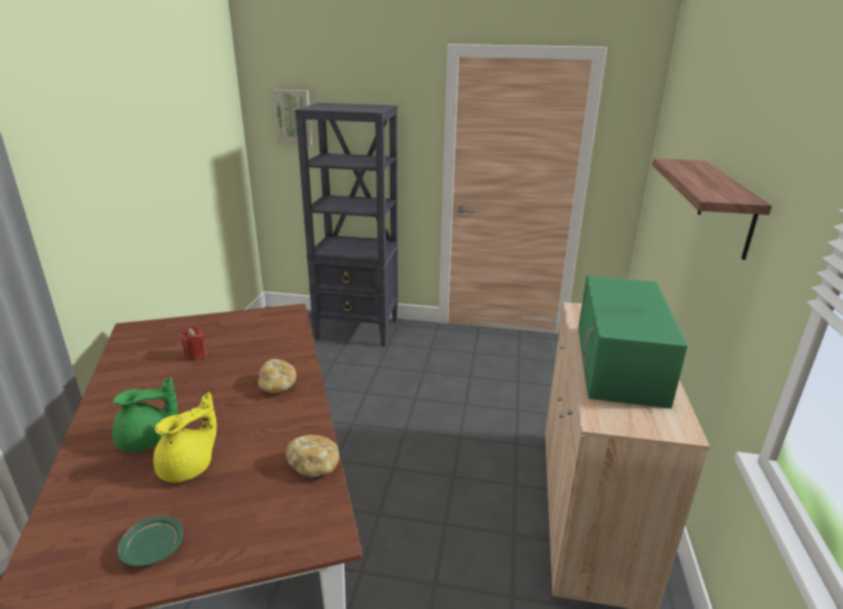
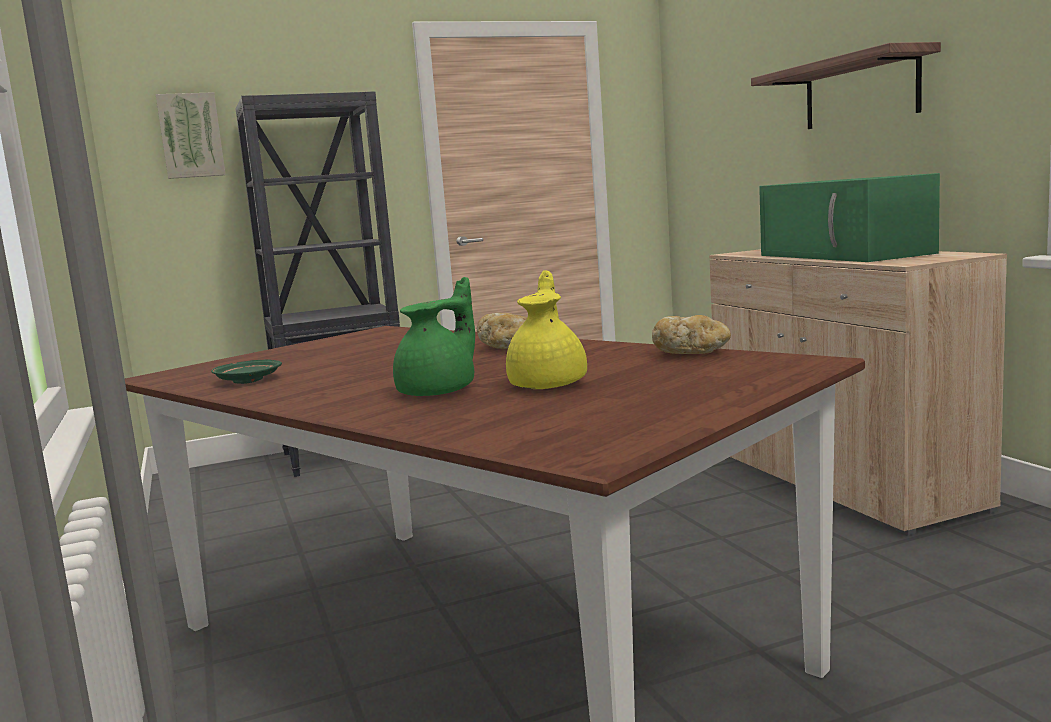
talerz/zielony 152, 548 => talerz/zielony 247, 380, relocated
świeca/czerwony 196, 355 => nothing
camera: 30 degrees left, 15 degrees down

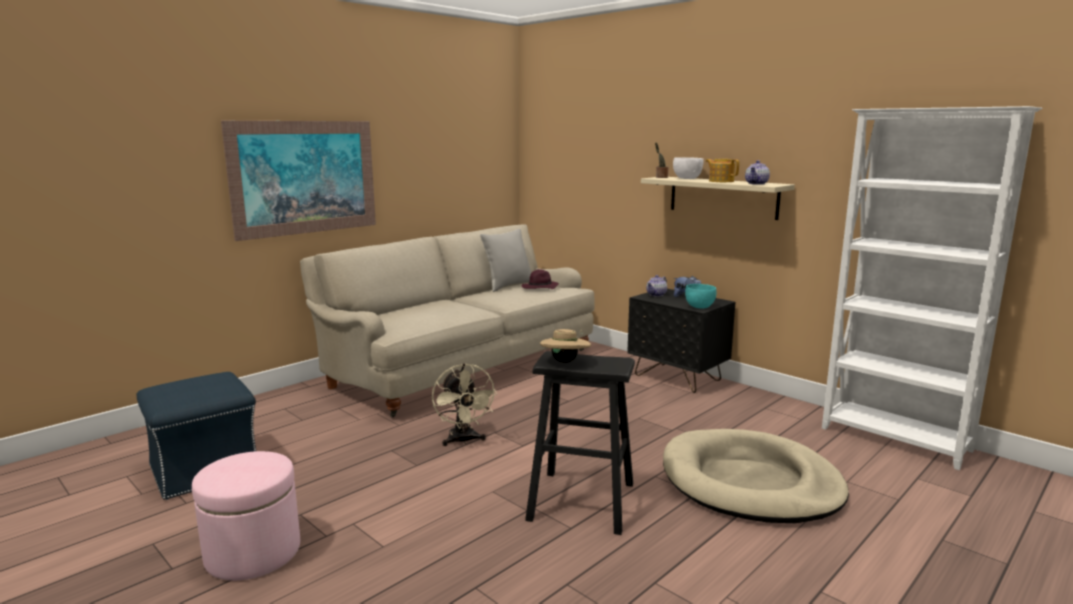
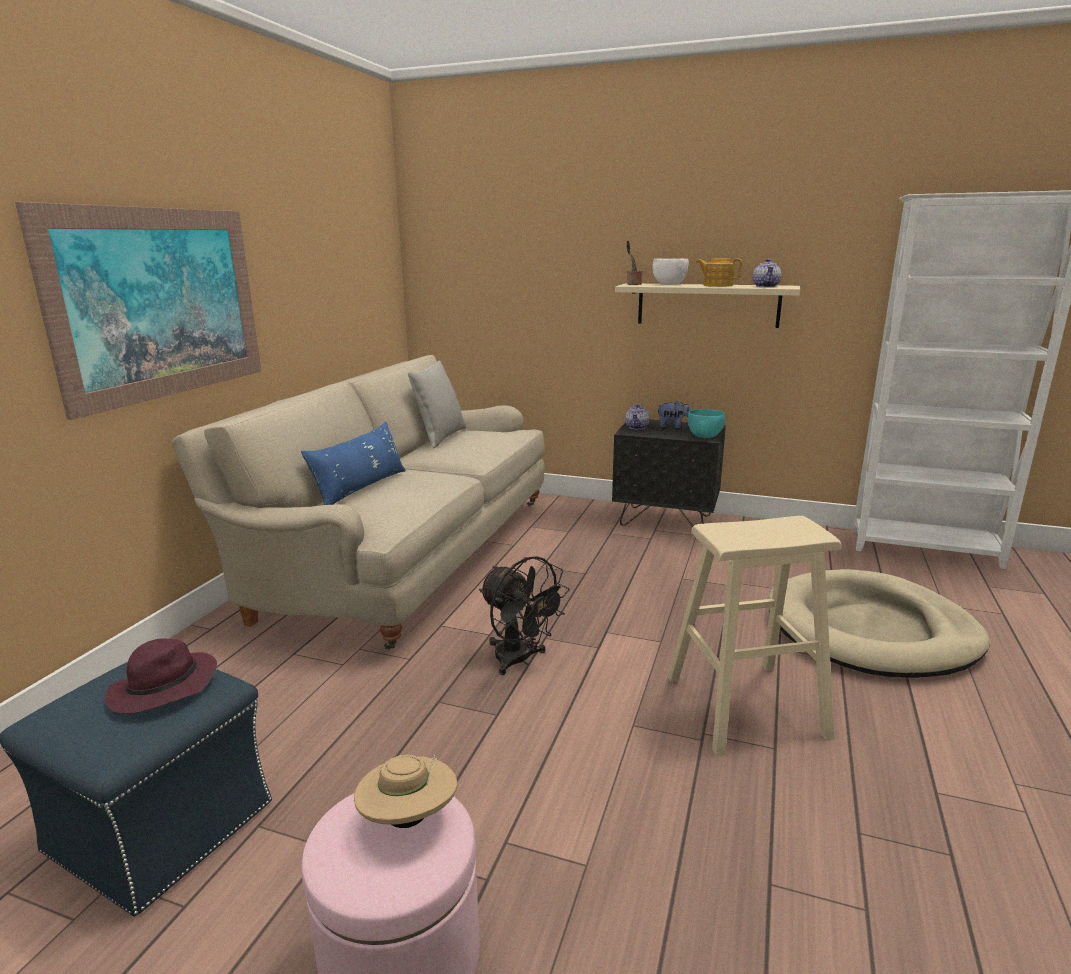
wentylator/beżowy 463, 441 => wentylator/czarny 520, 660
kapelusz/fioletowy 539, 288 => kapelusz/fioletowy 163, 689, relocated
stołek/czarny 582, 501 => stołek/beżowy 745, 706
kapelusz/beżowy 565, 361 => kapelusz/beżowy 409, 818, relocated
nothing => poduszka/niebieski 361, 488
camera: 25 degrees left, 5 degrees up

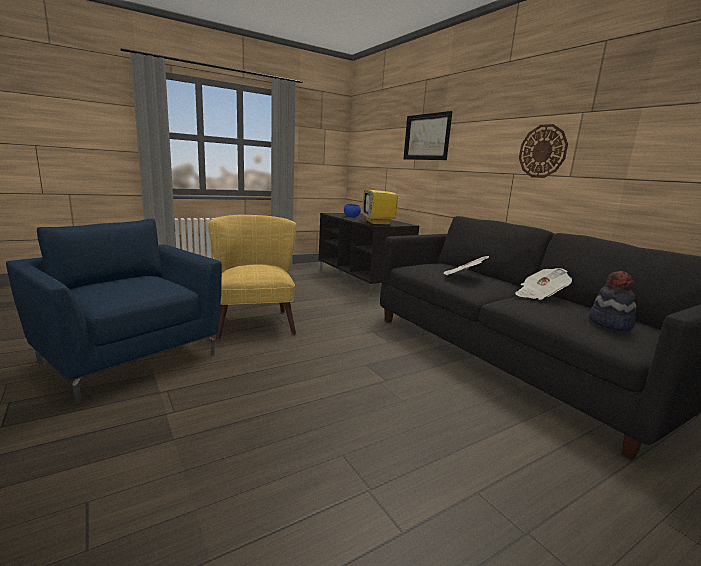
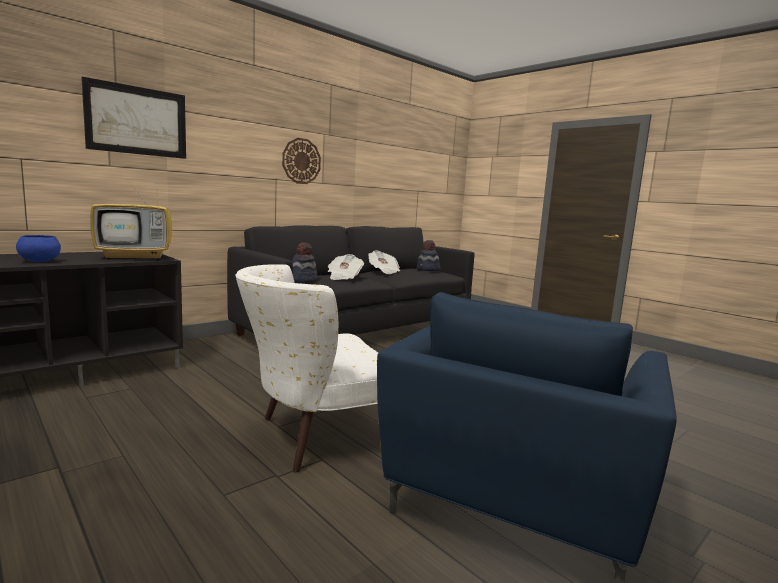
fotel/żółty 254, 320 => fotel/biały 314, 436
nothing => kapelusz 302, 280
camera: 100 degrees left, 5 degrees down

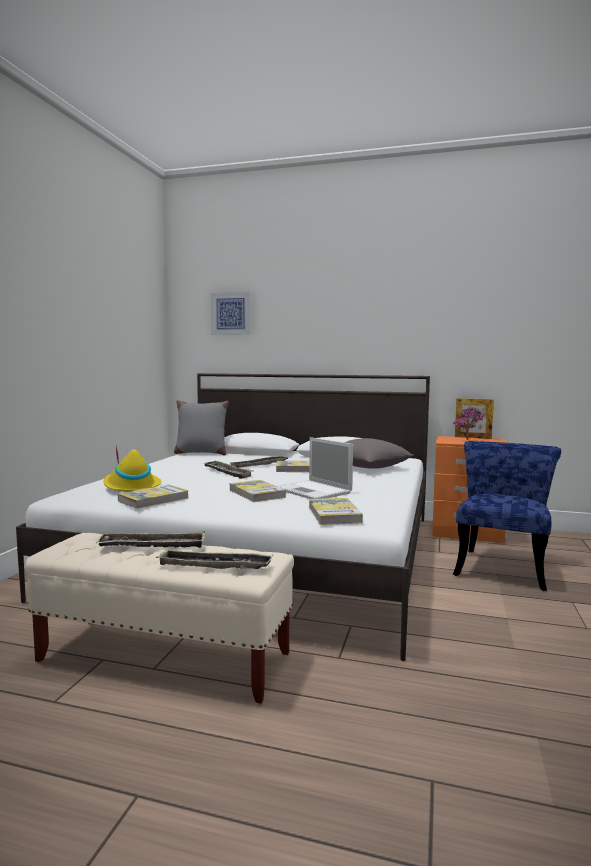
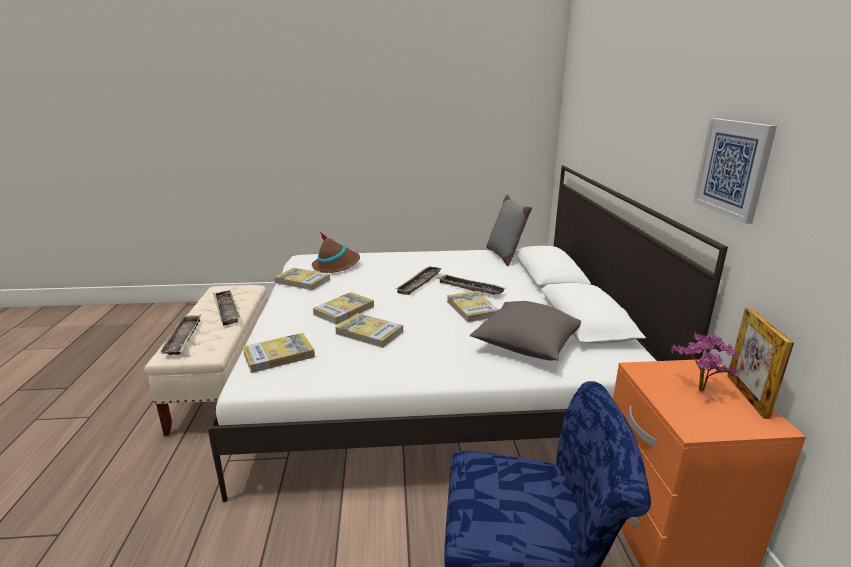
kapelusz/żółty 131, 486 => kapelusz/brązowy 336, 265
obraz 231, 313 => obraz 733, 168, relocated
laptop 314, 491 => książka 369, 333
camera: 70 degrees right, 15 degrees up

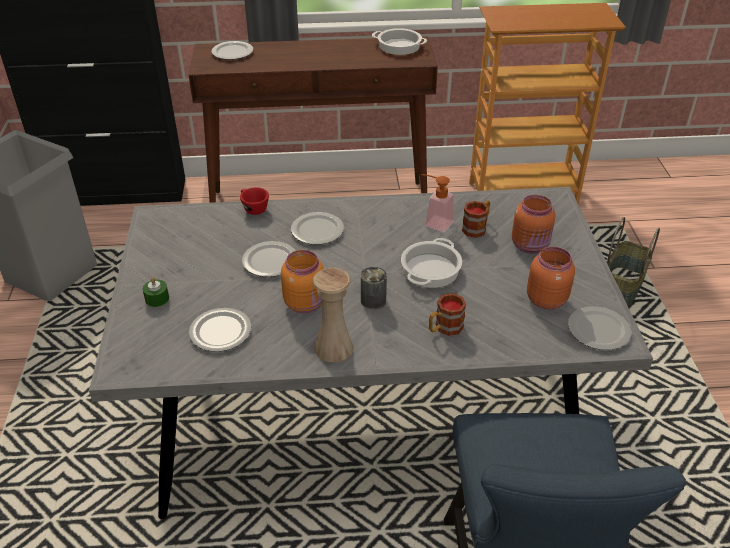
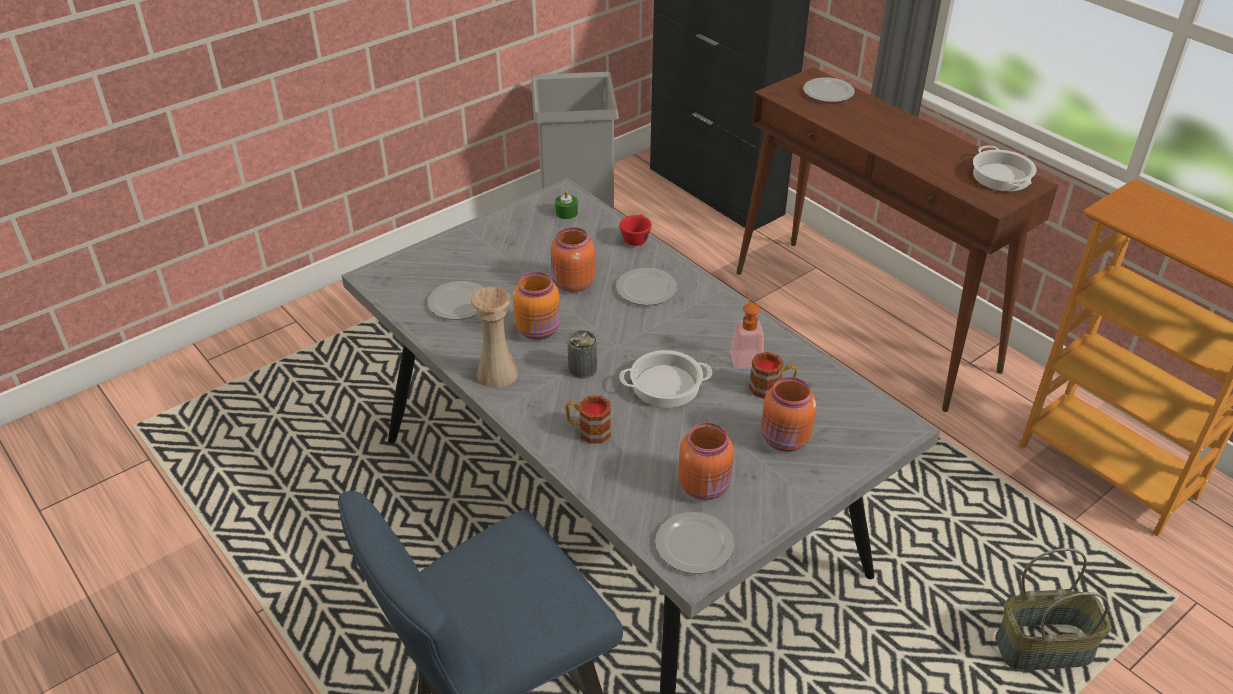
świeca/zielony 157, 299 => świeca/zielony 566, 213, relocated
talerz 270, 262 => słoik/pomarańczowy 572, 284
camera: 55 degrees right, 0 degrees up

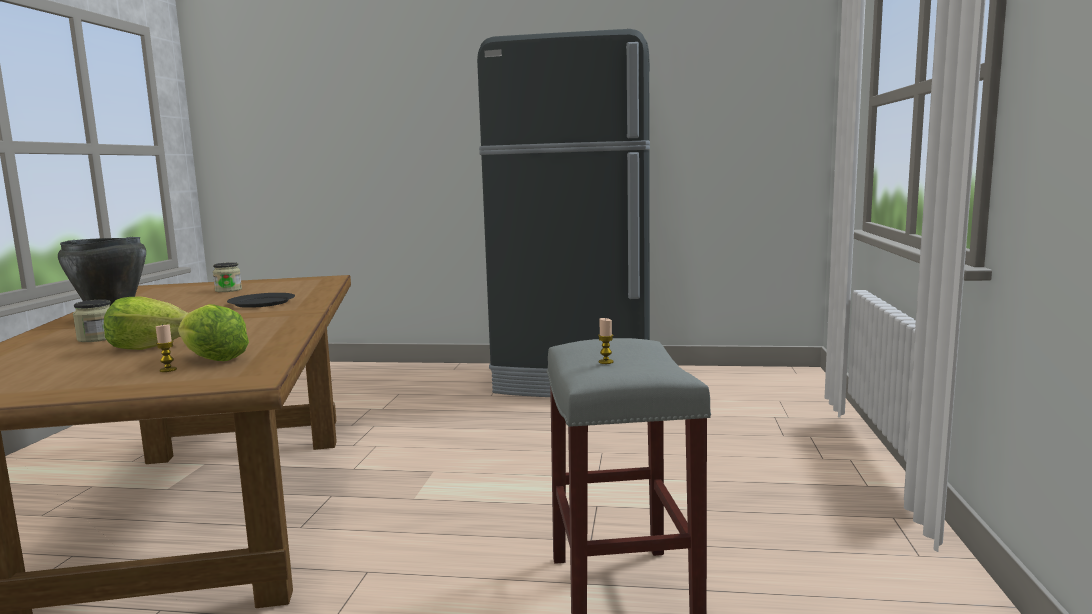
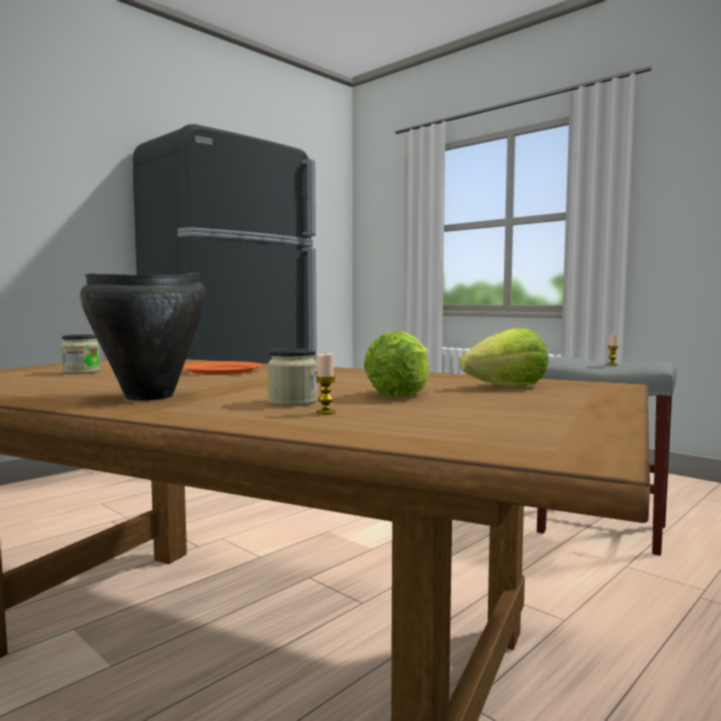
świeca 168, 370 => świeca 325, 412, relocated
talerz/czarny 261, 303 => talerz/pomarańczowy 222, 371
camera: 55 degrees left, 5 degrees down

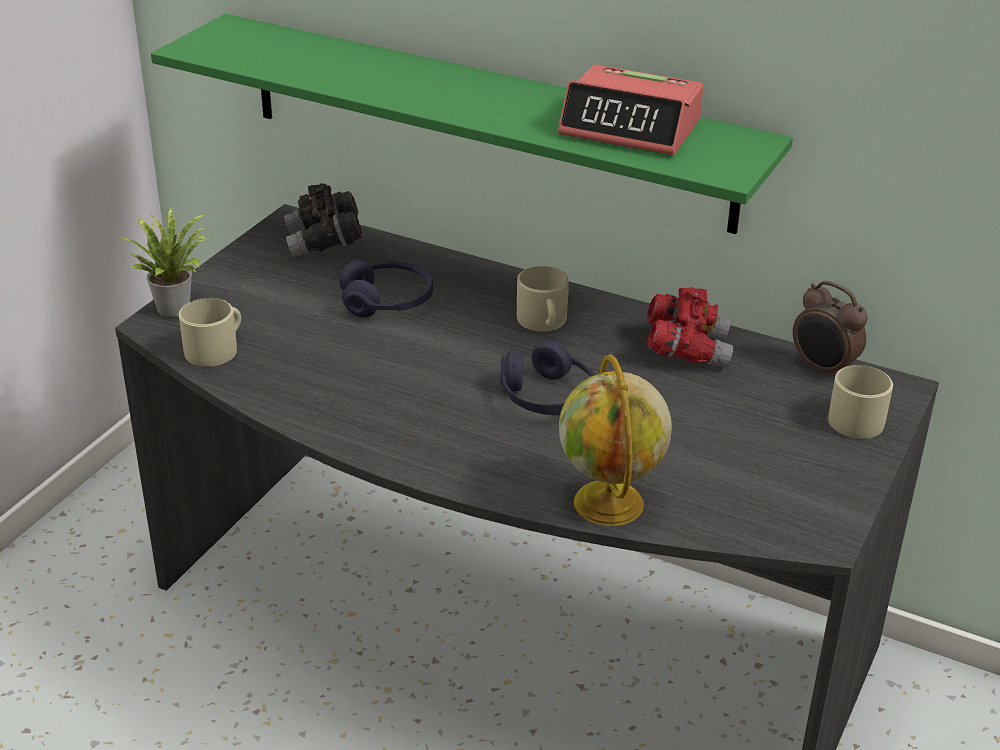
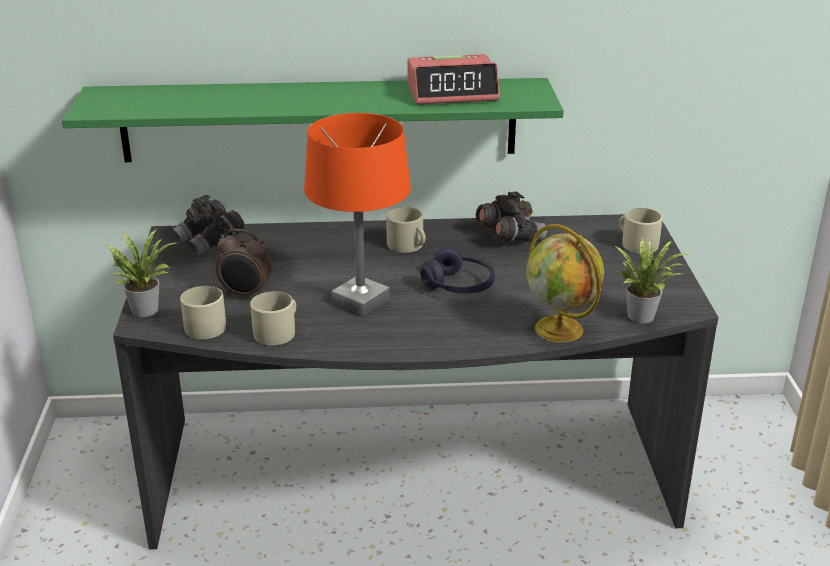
słuchawki/fioletowy 387, 301 => nothing
lornetka/czerwony 686, 350 => lornetka/szary 509, 236
budzik 822, 369 => budzik 245, 295, relocated
nothing => kubek/beżowy 278, 331
nothing => lampa stołowa/pomarańczowy 361, 302
nothing => roślina doniczkowa 643, 315
camera: 30 degrees left, 5 degrees down

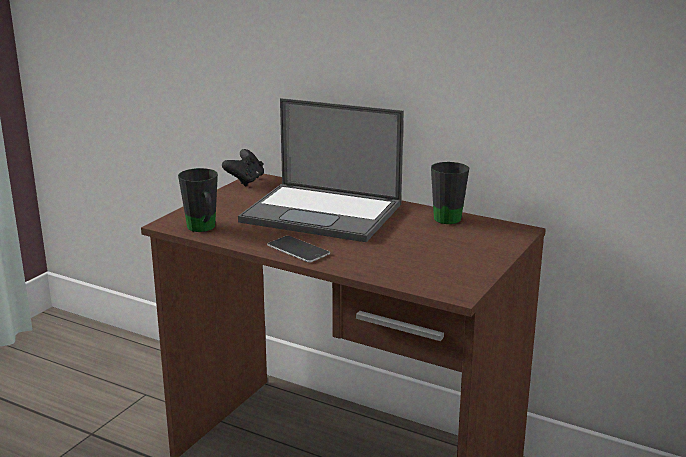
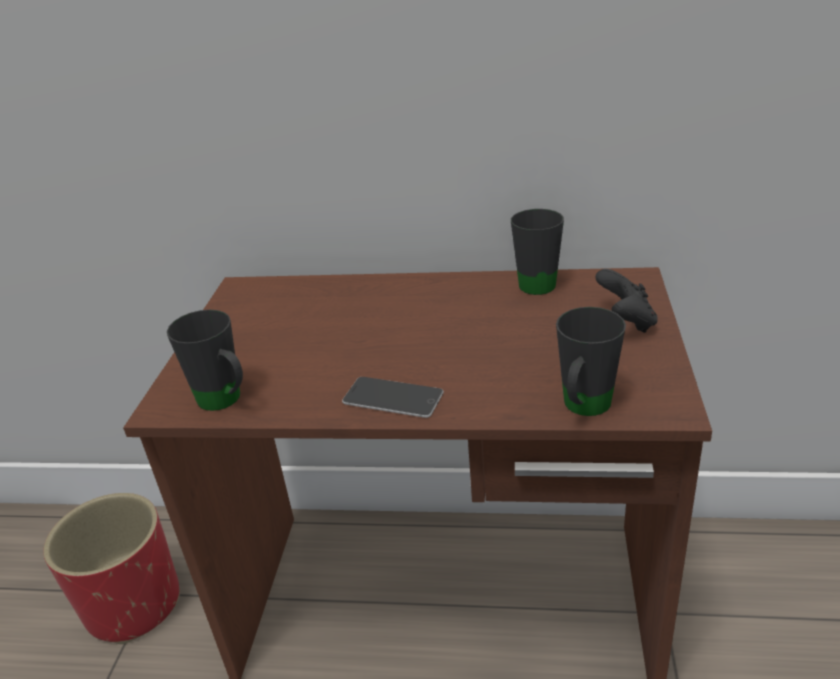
pad do gier/czarny 245, 181 => pad do gier/czarny 626, 322, relocated
laptop 324, 213 => nothing
nothing => donica/czerwony 132, 605
nothing => kubek/czarny 583, 409
camera: 20 degrees left, 10 degrees up

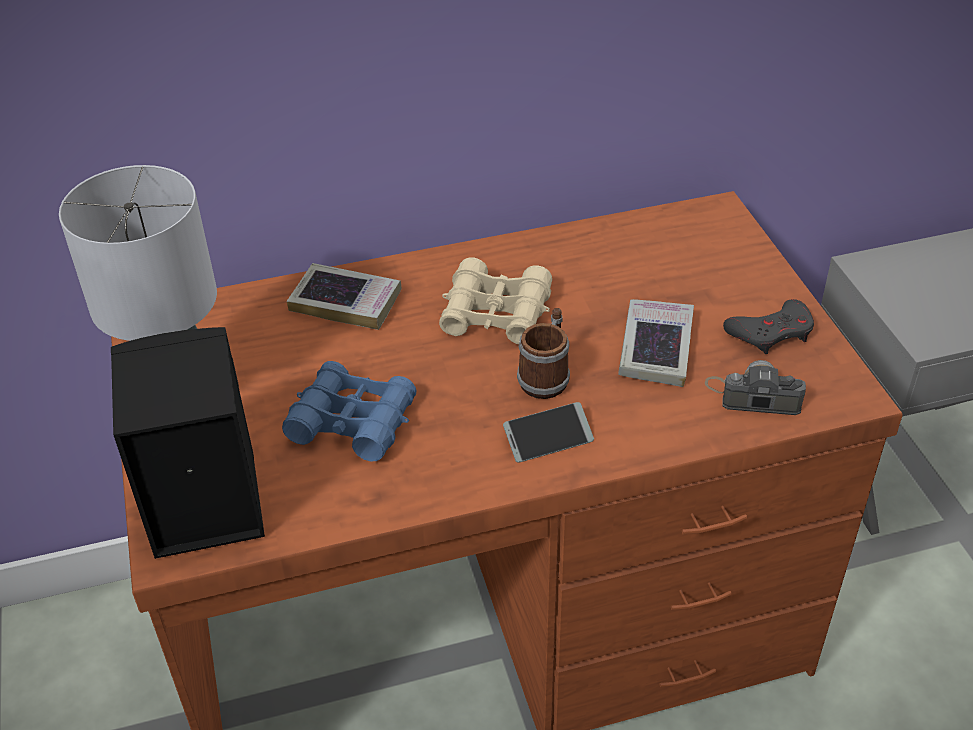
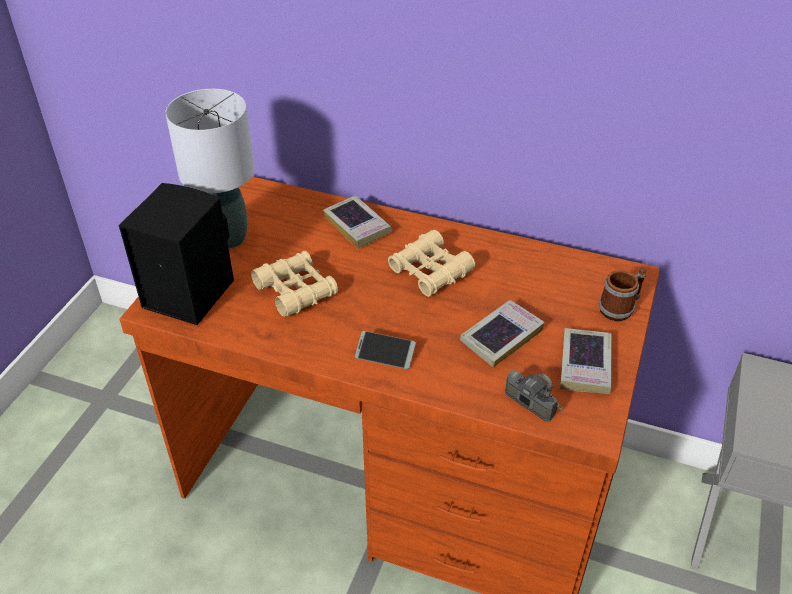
lornetka/niebieski 352, 421 => lornetka/beżowy 295, 290
kubek 546, 376 => kubek 620, 308, relocated
pad do gier/szary 771, 332 => książka 585, 365
camera: 35 degrees right, 0 degrees up

